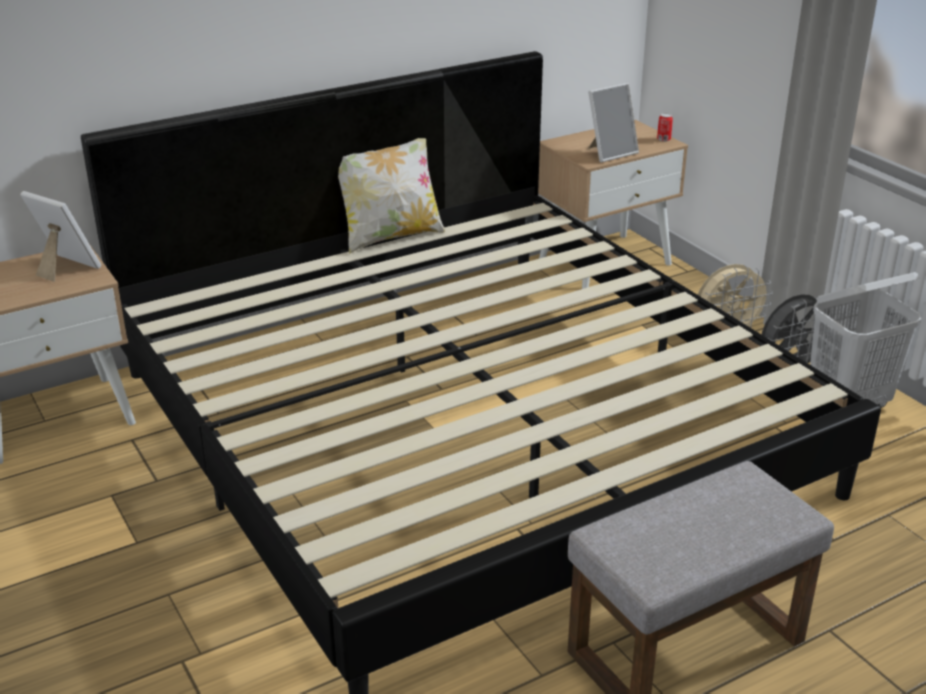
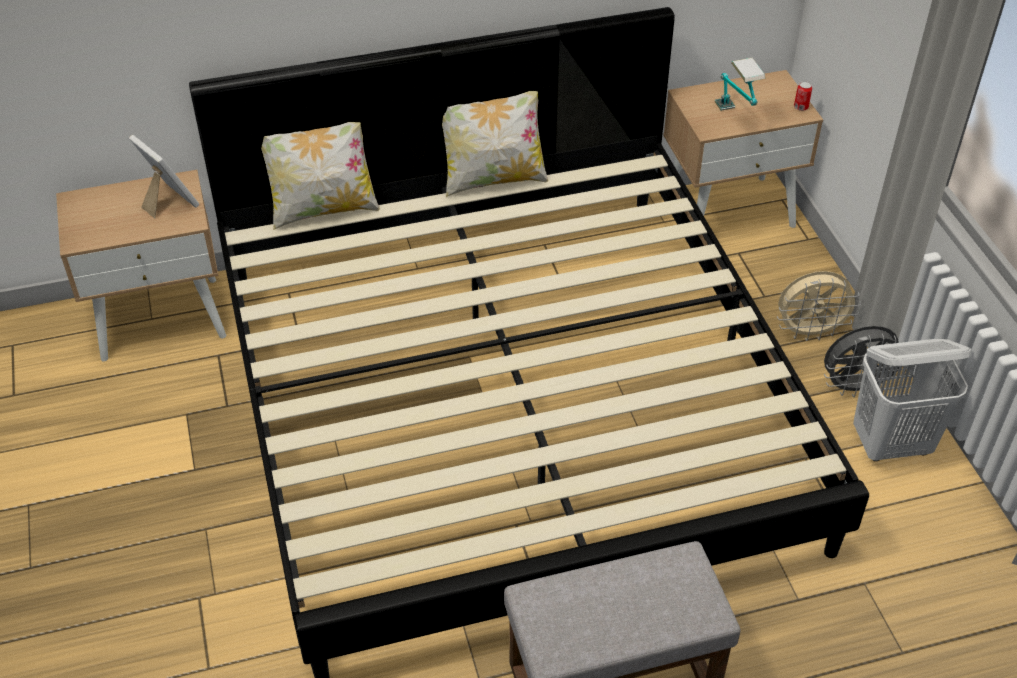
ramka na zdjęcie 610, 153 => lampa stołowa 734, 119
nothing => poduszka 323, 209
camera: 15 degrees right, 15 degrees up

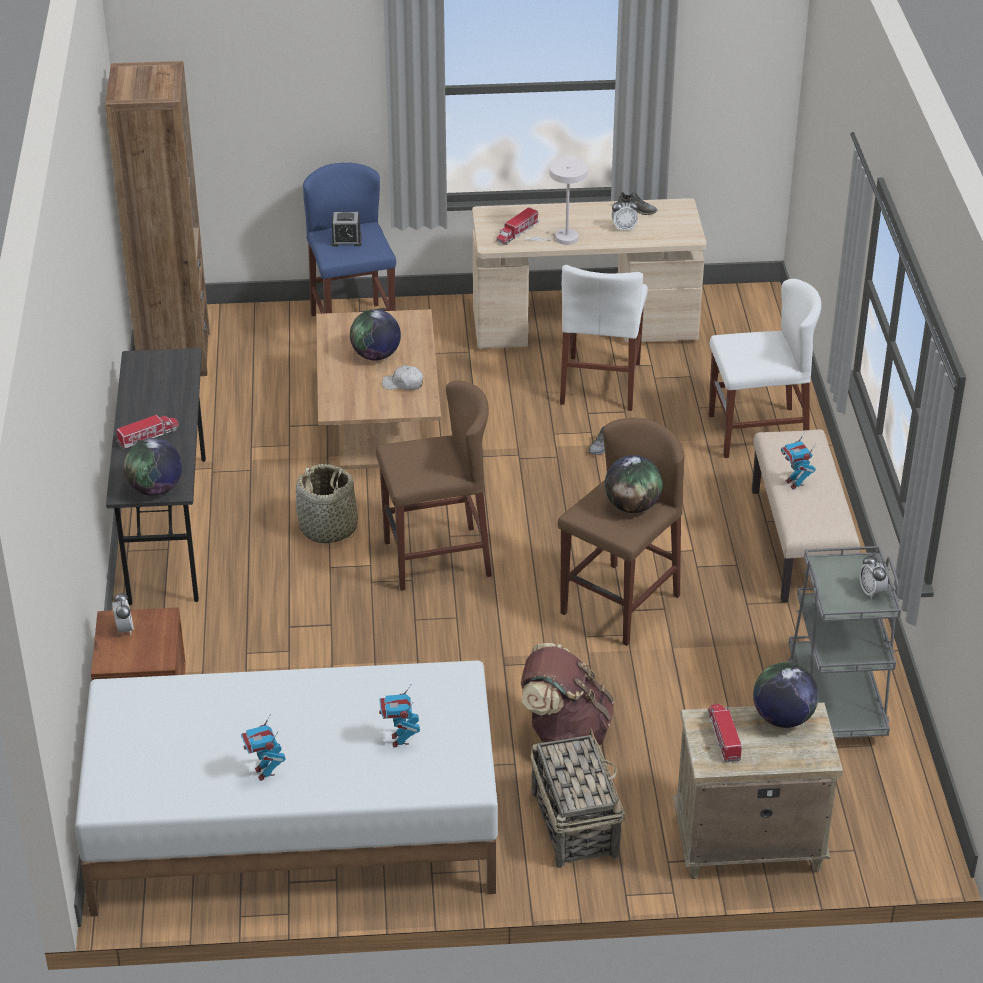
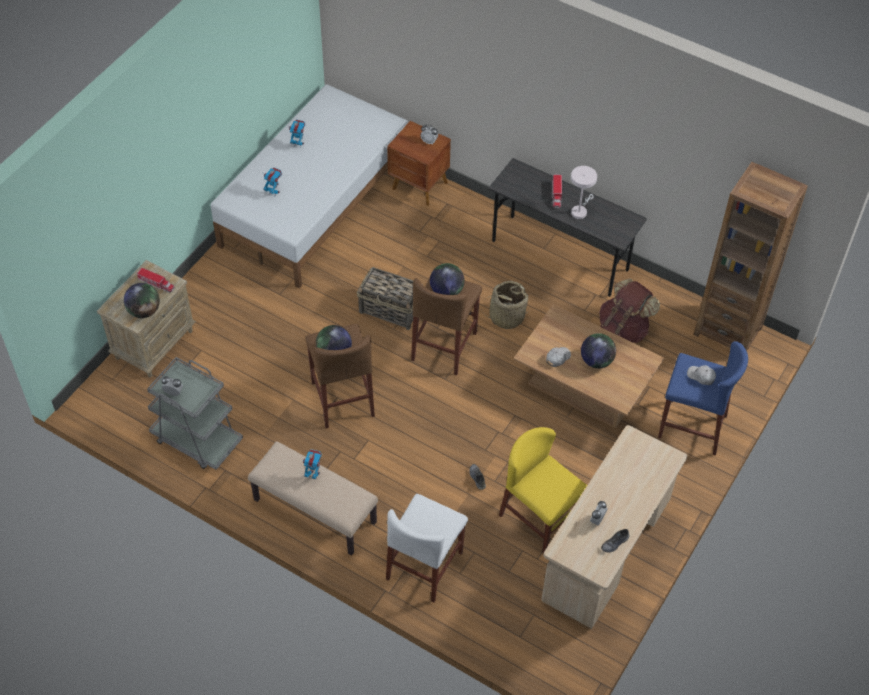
globus 155, 489 => globus 446, 291, relocated
budzik 346, 240 => czapka z daszkiem/biały 701, 376
ciężarówka zabawkowa 517, 233 => nothing
plecak/brązowy 564, 734 => plecak/brązowy 624, 329, relocated
lampa stołowa/biały 562, 239 => lampa stołowa/biały 580, 211, relocated
koszyk 574, 823 => koszyk 391, 309, relocated
krzesło/biały 600, 383 => krzesło/żółty 539, 518
camera: 125 degrees right, 15 degrees up

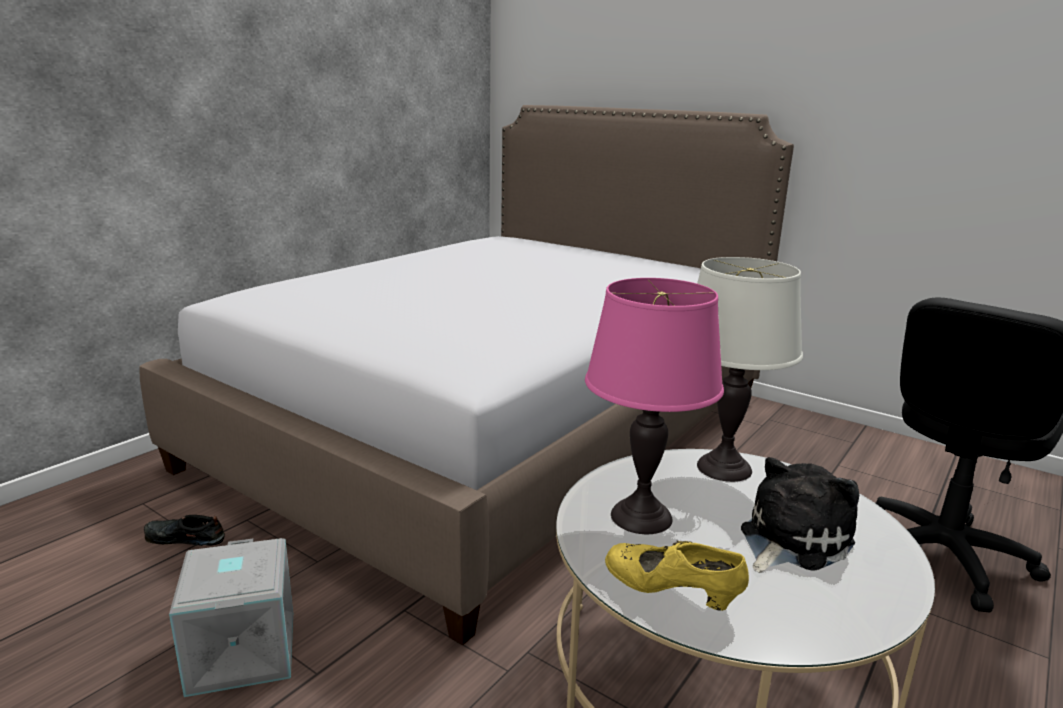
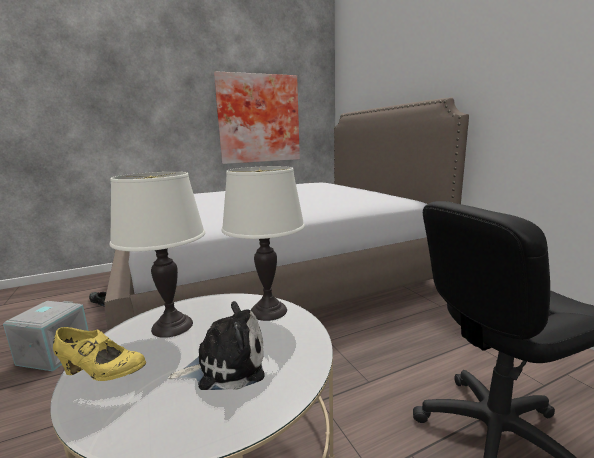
lampa stołowa/różowy 641, 517 => lampa stołowa/biały 172, 326
but/żółty 671, 593 => but/żółty 102, 373, 135 degrees clockwise
nothing => obraz 258, 119
camera: 30 degrees right, 5 degrees down

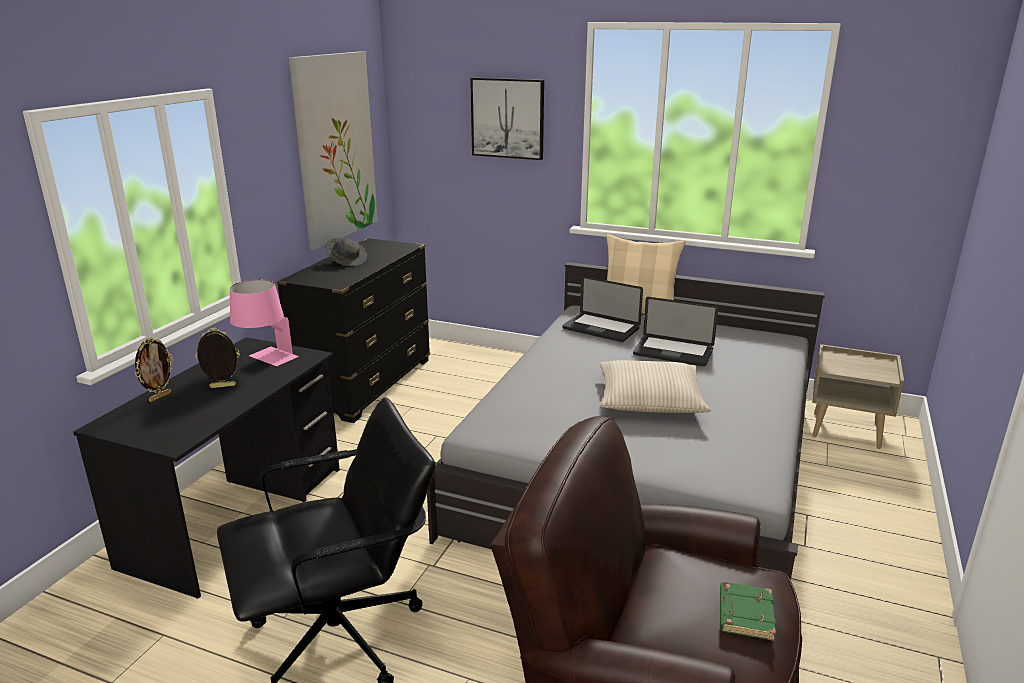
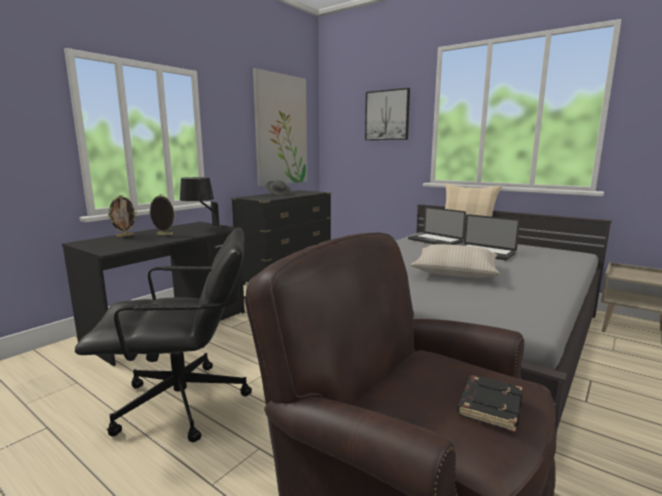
lampa stołowa/różowy 266, 359 => lampa stołowa/czarny 201, 228
książka/zielony 744, 614 => książka/czarny 488, 406
camera: 15 degrees right, 10 degrees down

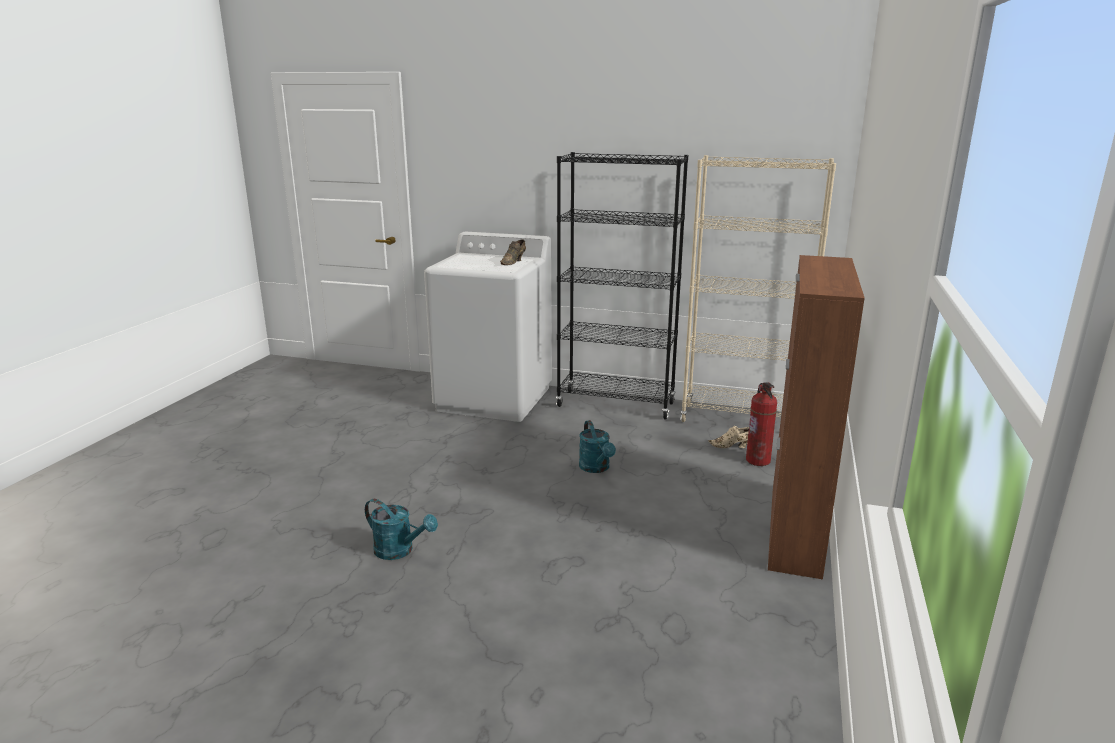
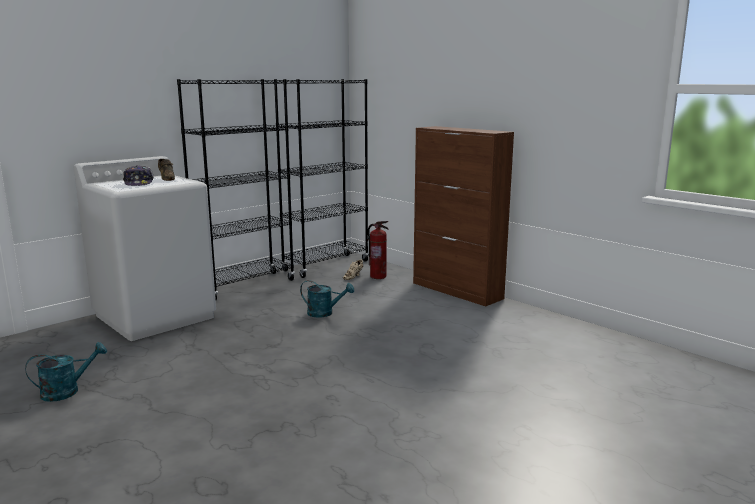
konewka/turkusowy 400, 551 => konewka/turkusowy 67, 391, relocated
regał/beżowy 742, 420 => regał/czarny 326, 266
nothing => czapka z daszkiem 139, 183
camera: 60 degrees left, 5 degrees down

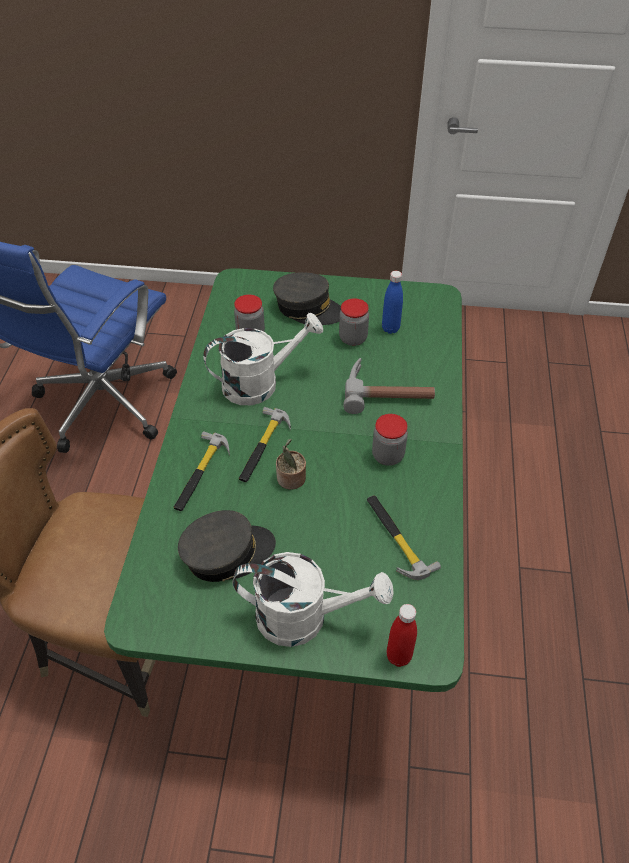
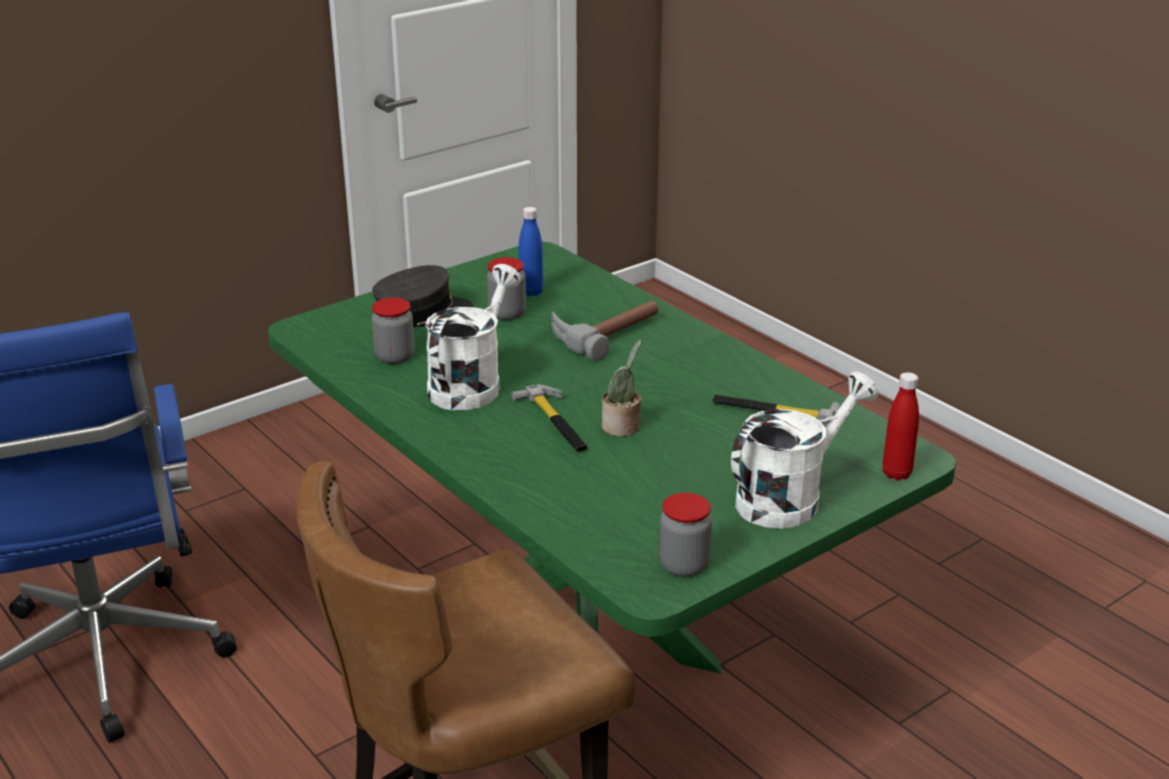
młotek 200, 474 => nothing
czapka z daszkiem/szary 227, 554 => nothing
słoik 387, 455 => słoik 684, 565, relocated
camera: 45 degrees left, 20 degrees down

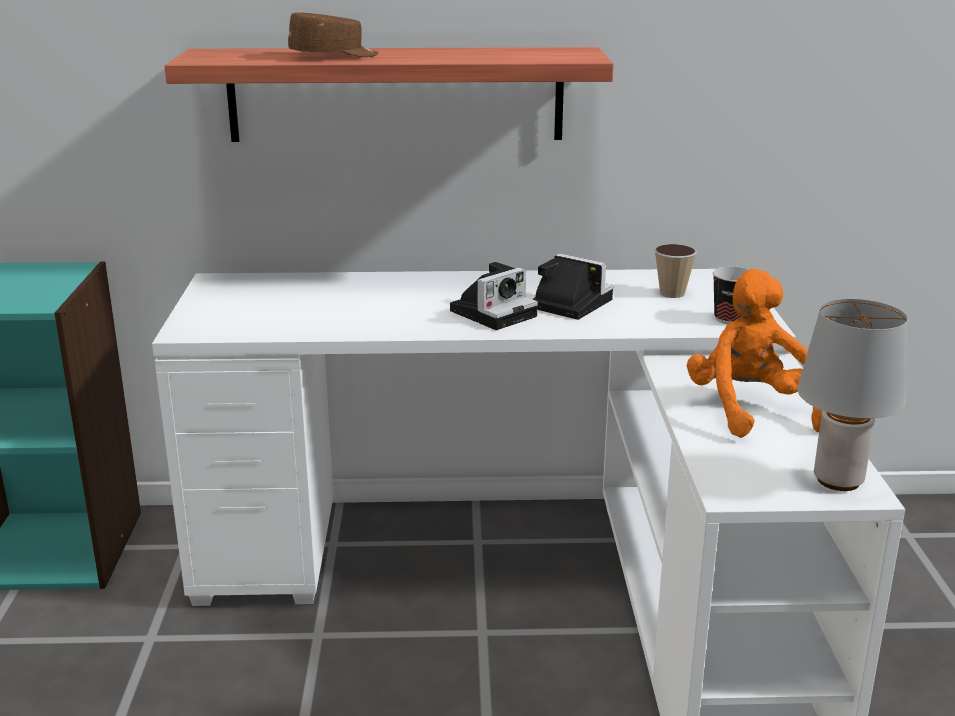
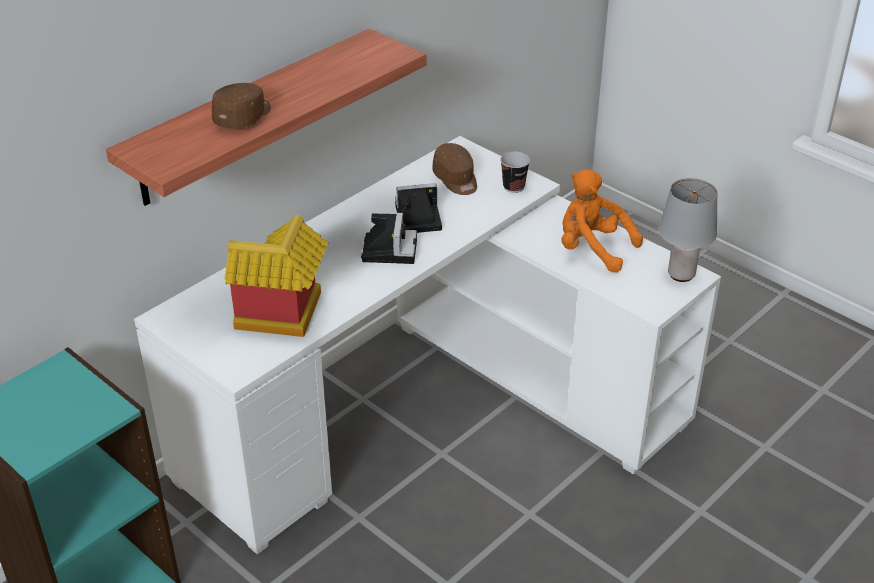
filiżanka 672, 293 => czapka z daszkiem/brązowy 456, 179
nothing => domek 281, 317
camera: 45 degrees left, 15 degrees up

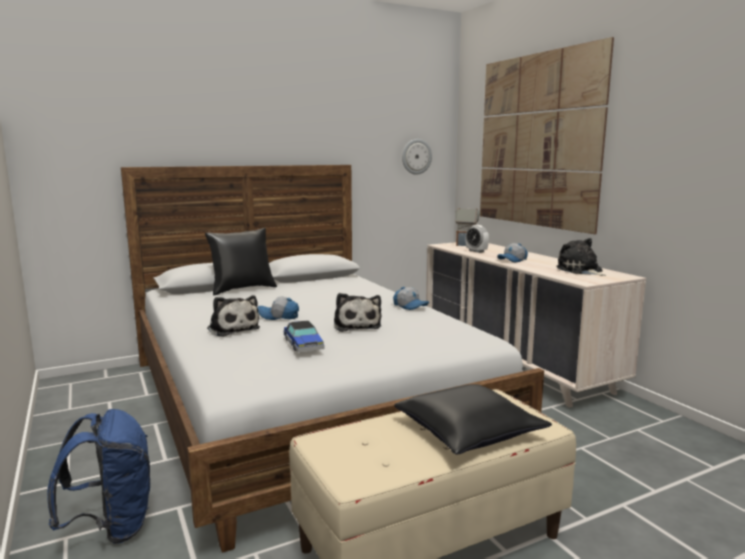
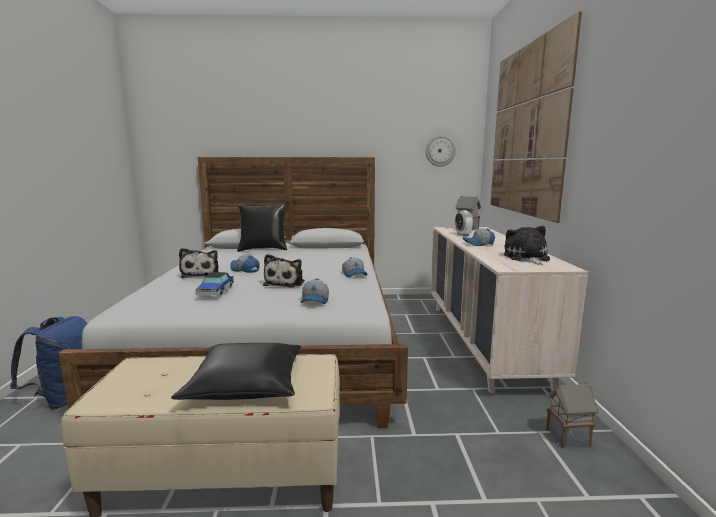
nothing => czapka z daszkiem 315, 300
nothing => domek 568, 437
camera: 25 degrees right, 0 degrees up

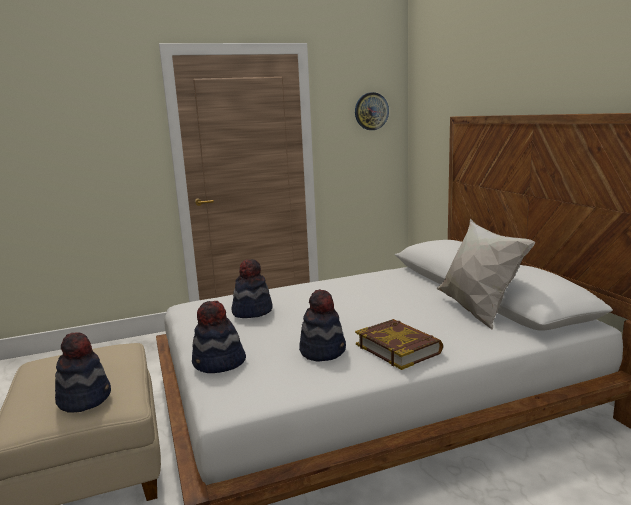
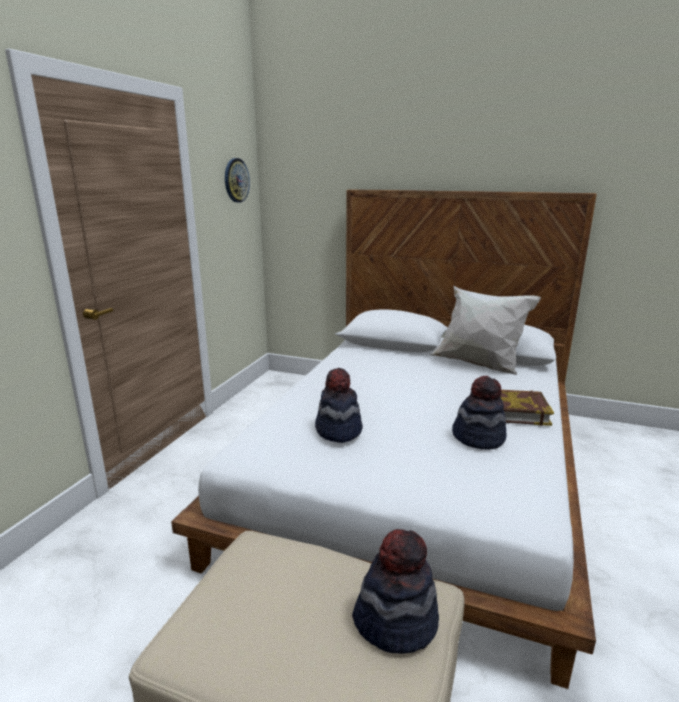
kapelusz 219, 363 => nothing
camera: 50 degrees left, 5 degrees up

